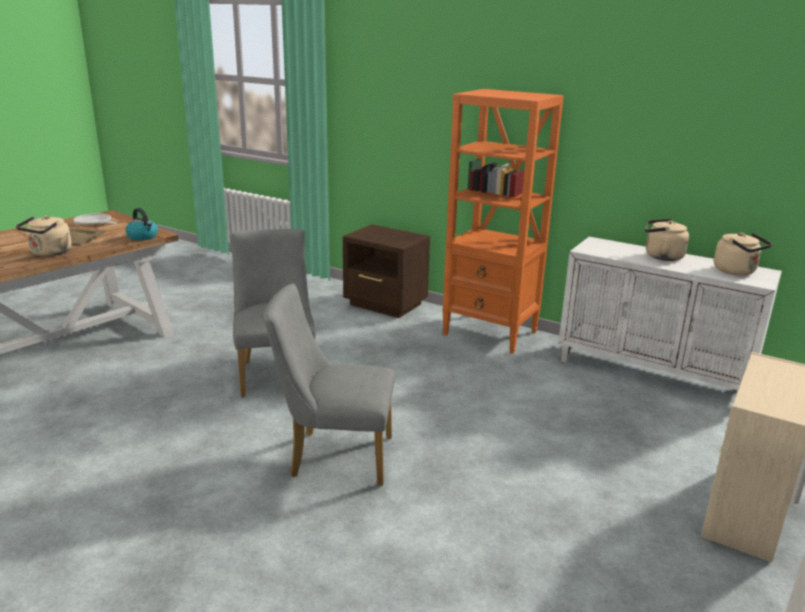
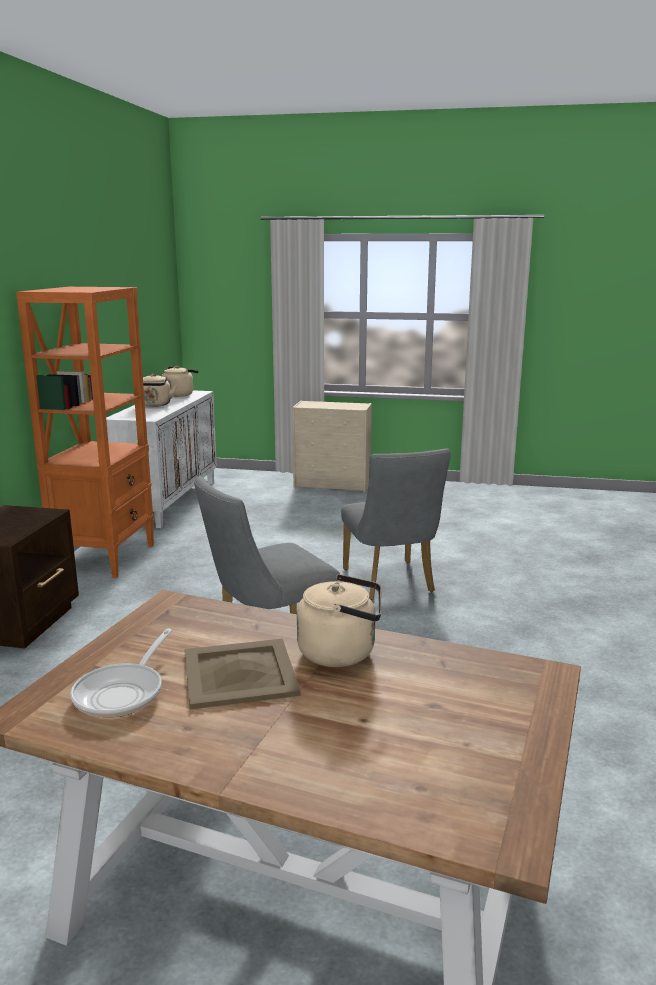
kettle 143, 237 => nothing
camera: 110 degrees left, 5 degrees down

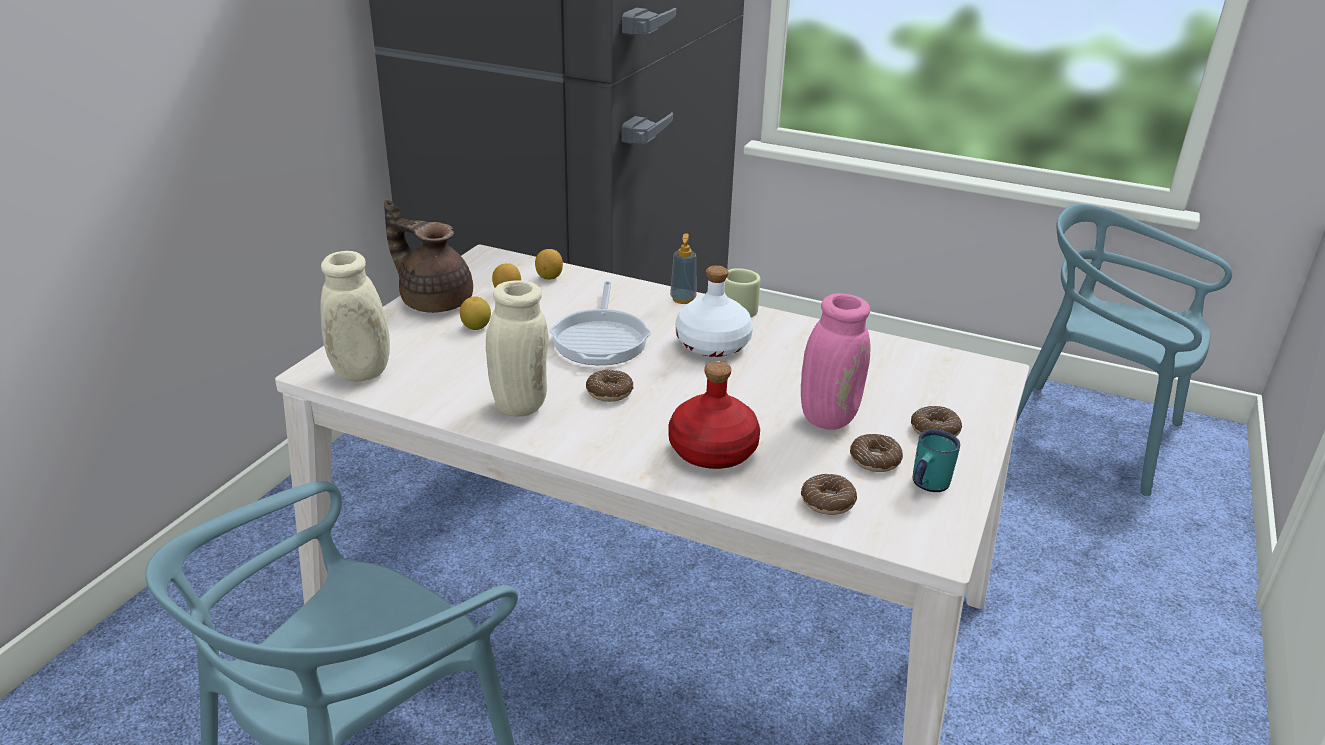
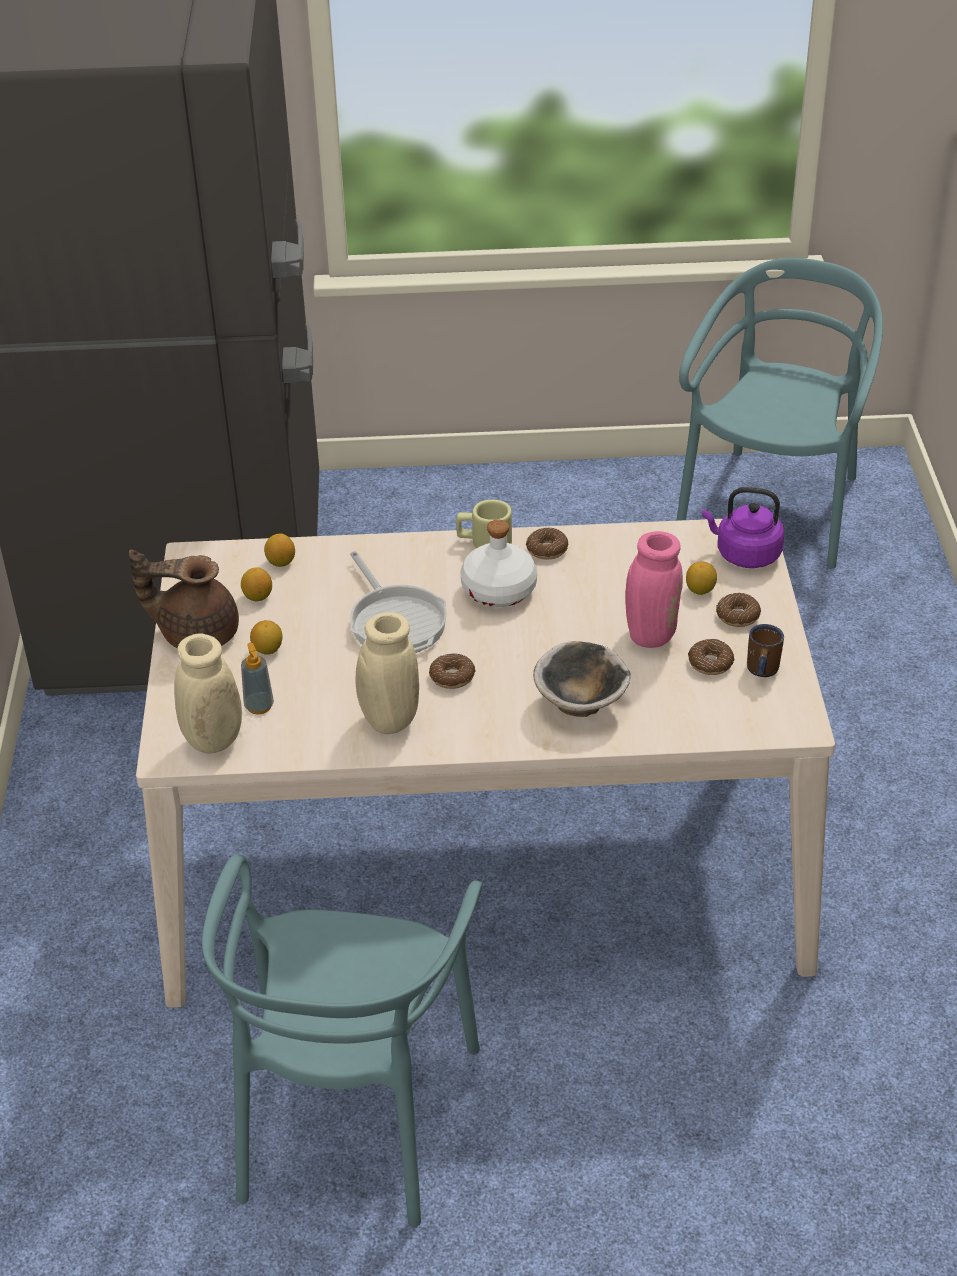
soap dispenser 683, 299 => soap dispenser 259, 706, shifted
donut 828, 502 => donut 547, 549, shifted
red bottle 711, 451 => bowl 581, 703
turquoise chair 1093, 435 => turquoise chair 773, 509, 105 degrees clockwise
nothing => lemon 700, 590
nothing => purple kettle 744, 554
turquoise mug 926, 485 => brown mug 761, 671
camera: 25 degrees left, 10 degrees up

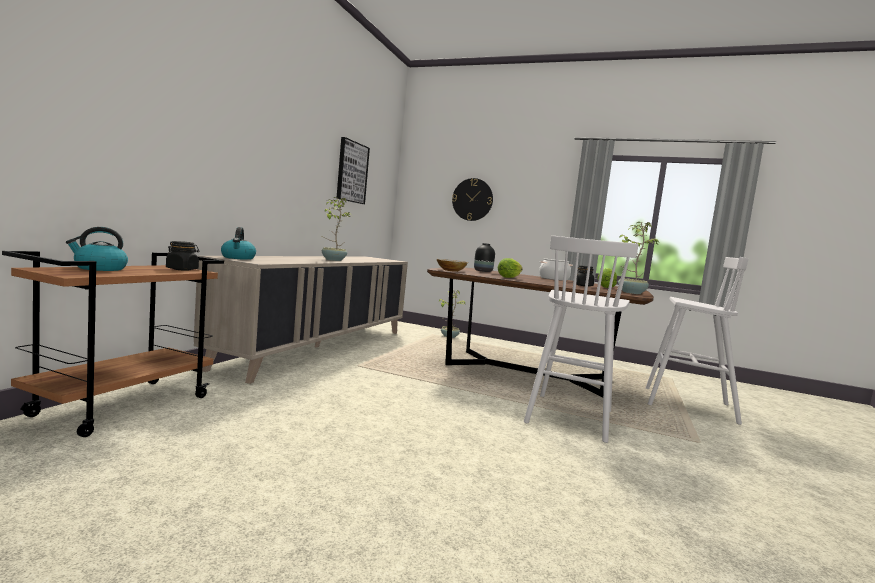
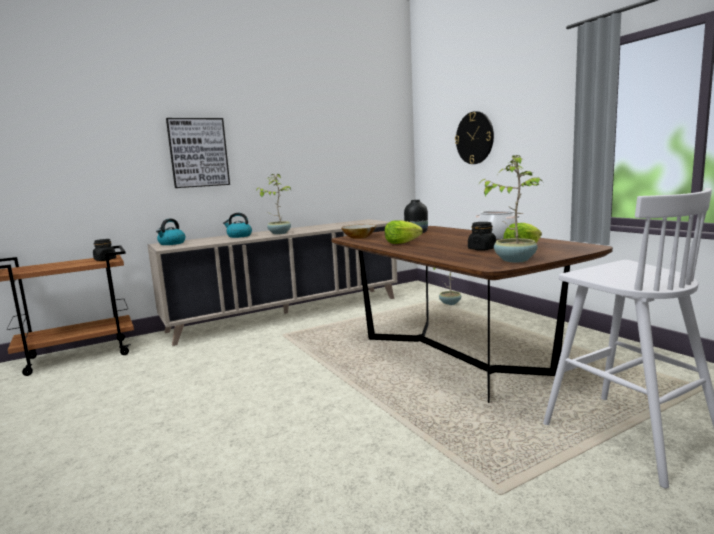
picture 352, 172 => picture 198, 152, shifted
kettle 99, 268 => kettle 239, 236, shifted
white stool 570, 416 => nothing
camera: 40 degrees right, 5 degrees up

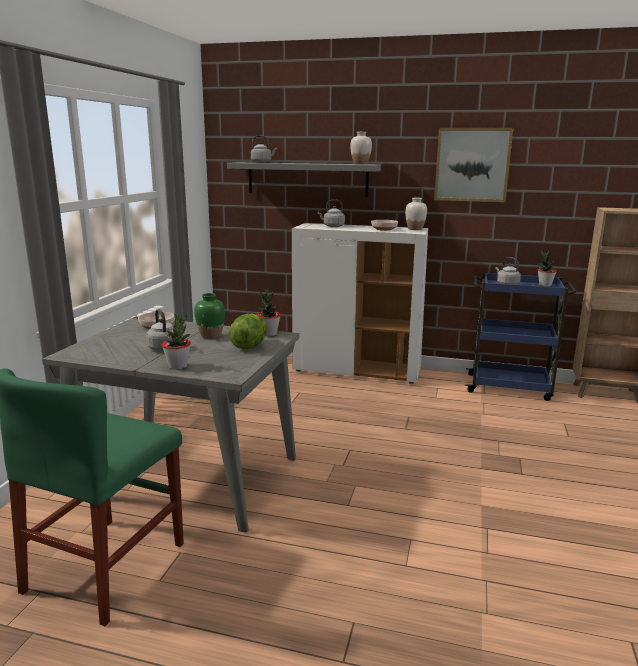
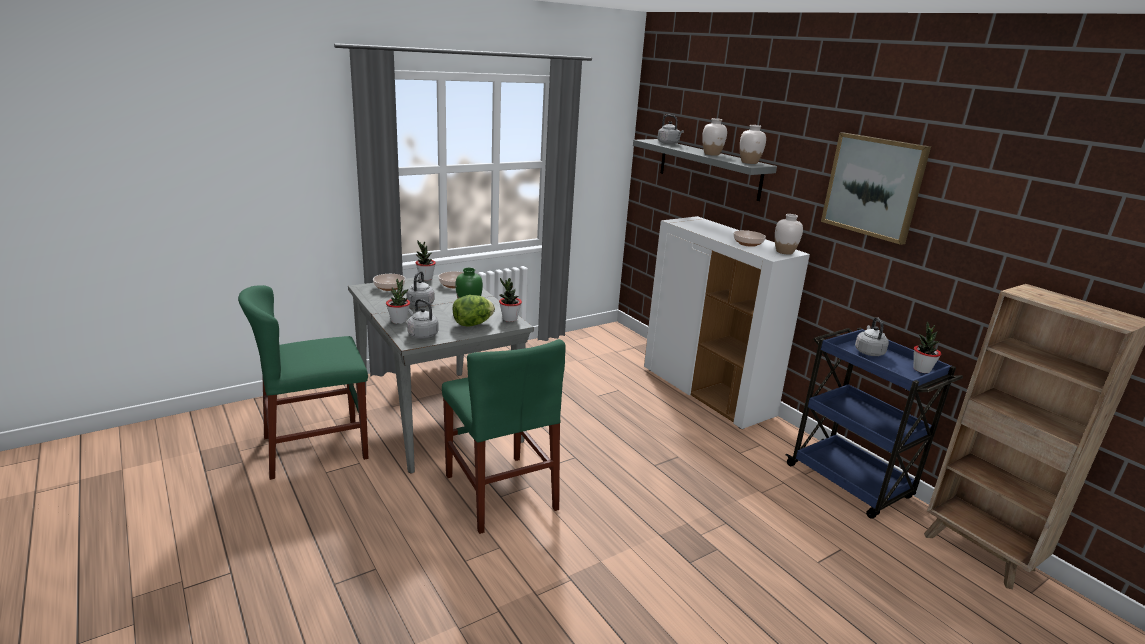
nothing => bowl 389, 288
grey kettle 332, 226 => grey kettle 421, 334, shifted
nothing => potted plant 425, 278
nothing => green chair 500, 492
nothing => white vase 711, 154
camera: 40 degrees right, 5 degrees up

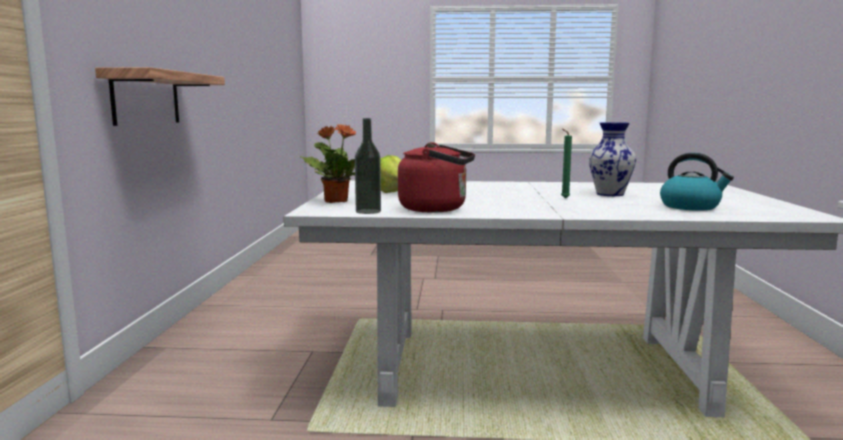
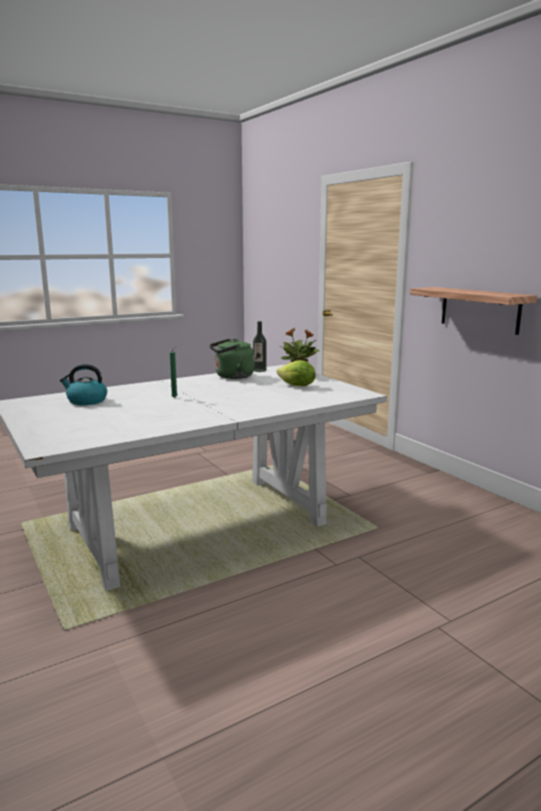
red kettle 437, 209 => green kettle 232, 376
vase 609, 194 => nothing
camera: 145 degrees right, 5 degrees up

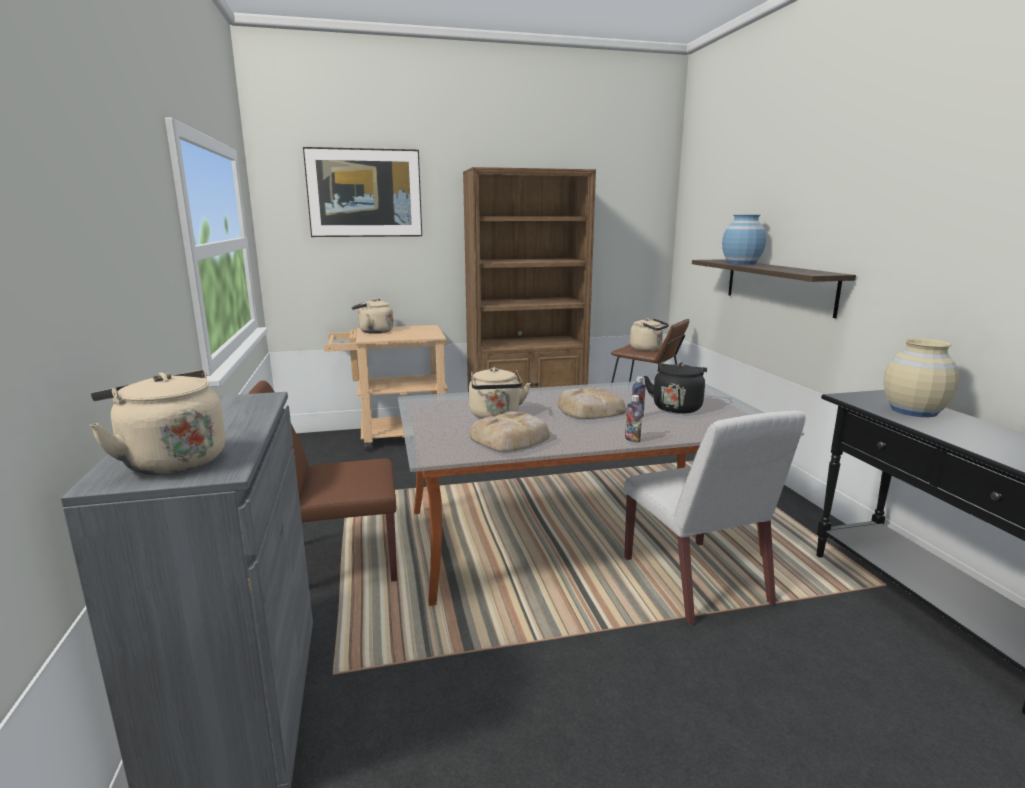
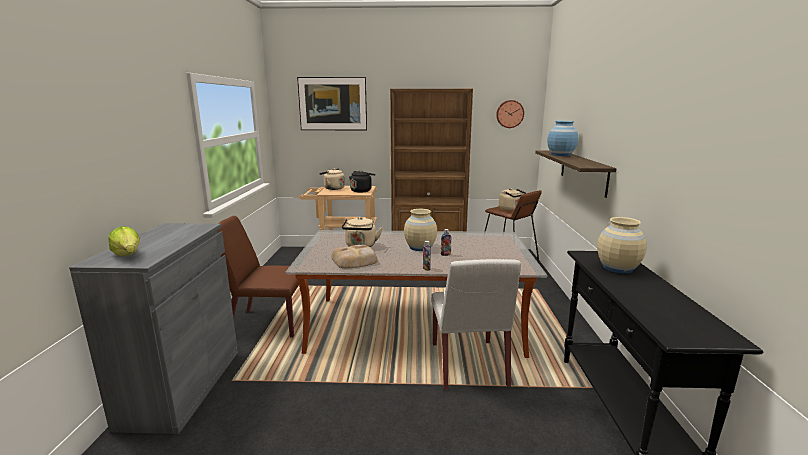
beige kettle 171, 461 => lettuce 128, 255
black kettle 676, 407 => black kettle 361, 190, shifted
bread 589, 410 => beige vase 420, 247
nothing => wall clock 509, 114
camera: 15 degrees right, 0 degrees up

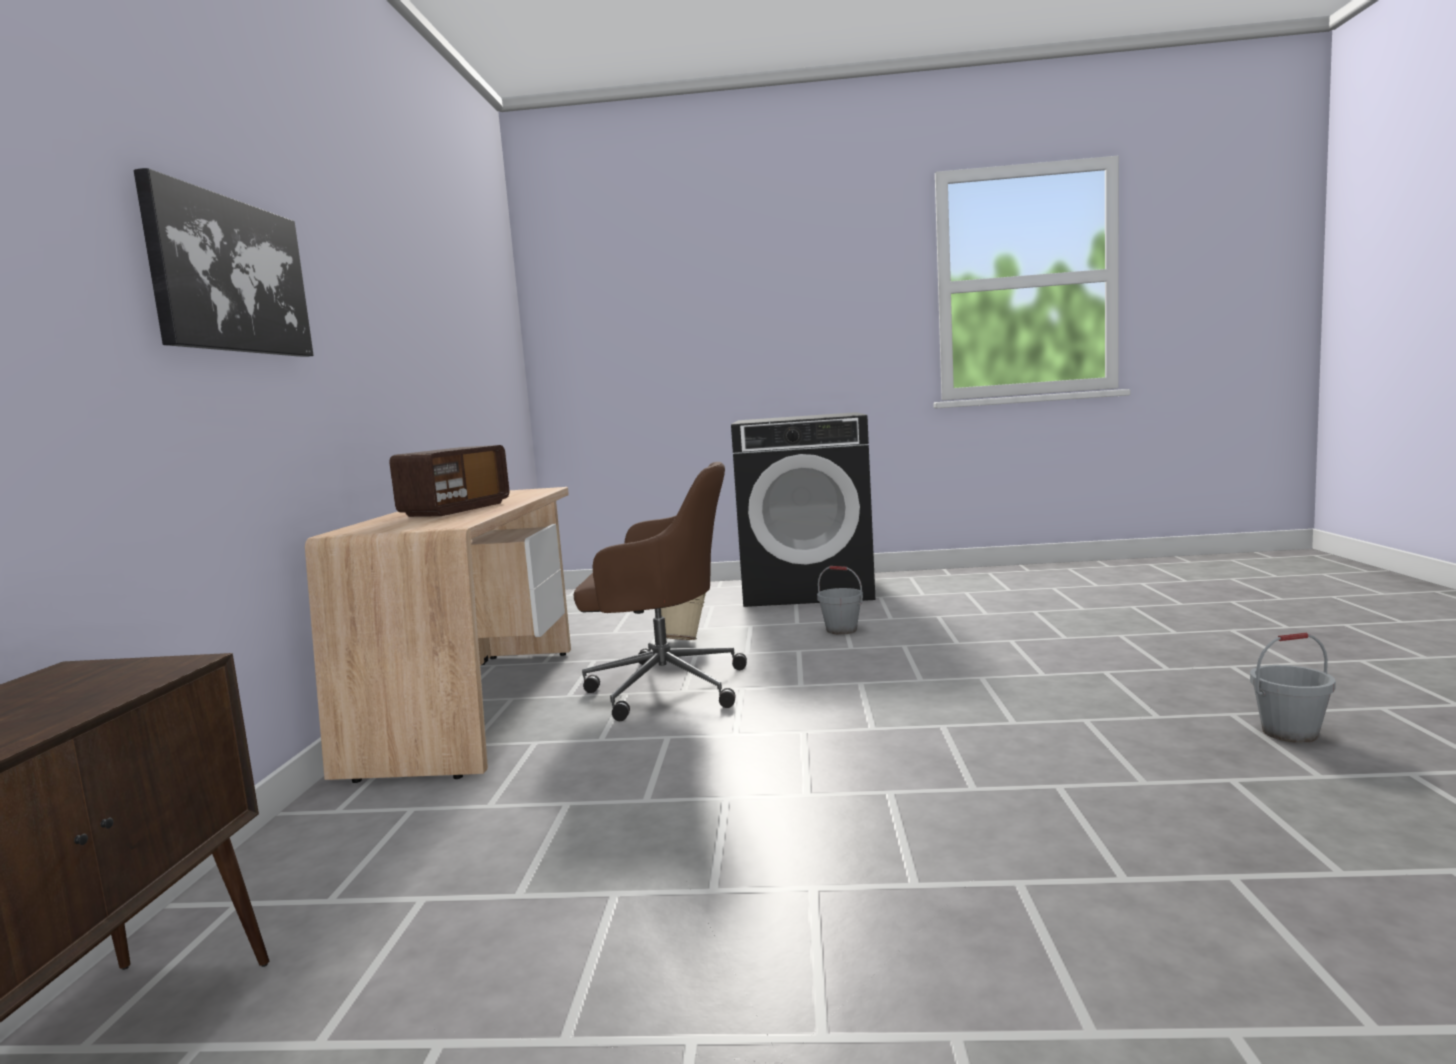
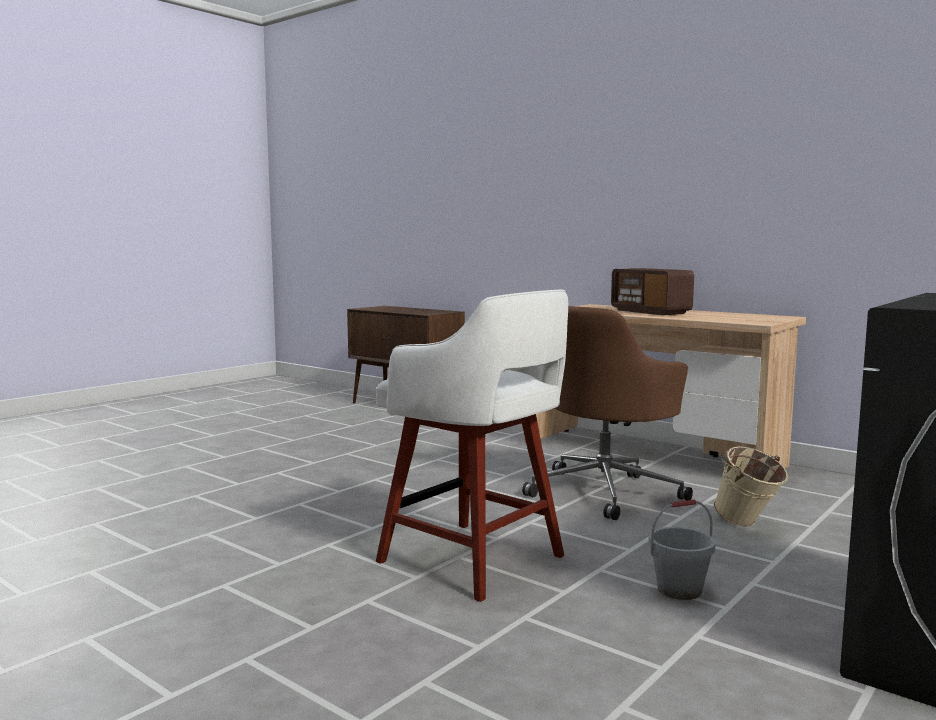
nothing => white stool 475, 561
picture 229, 276 => nothing
grey bucket 1289, 733 => nothing
camera: 125 degrees right, 0 degrees up

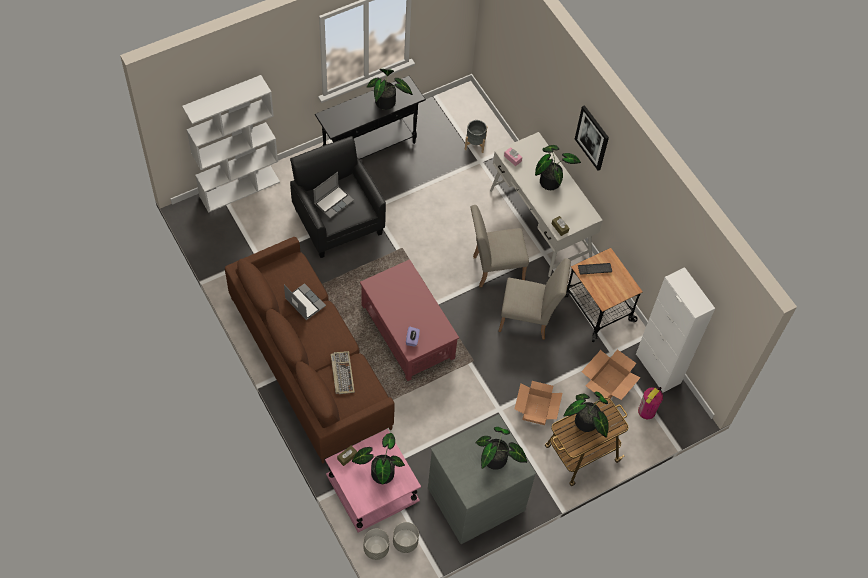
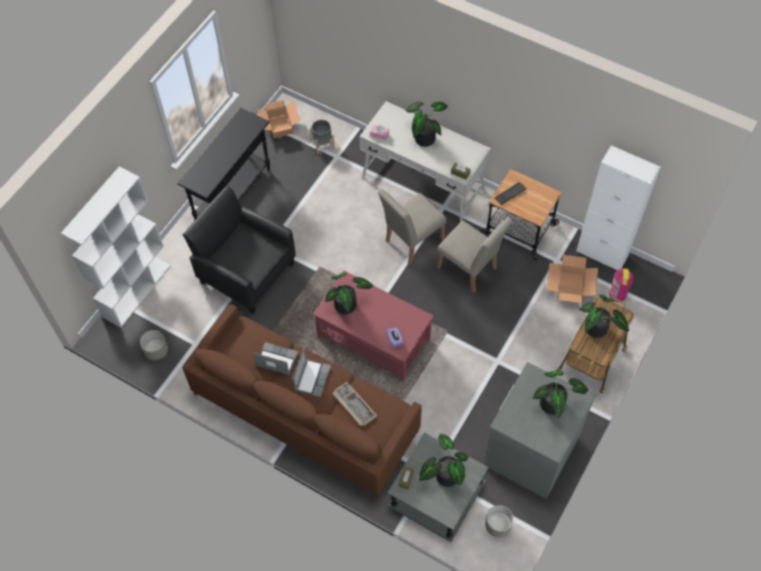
grey planter 376, 548 => grey planter 156, 351, shifted
cardboard box 537, 409 => cardboard box 280, 125, shifted
laptop 333, 201 => laptop 312, 378, shifted
potted plant 387, 103 => potted plant 348, 305, shifted
pink side table 372, 487 => grey side table 436, 494
beige chair 528, 320 => beige chair 470, 271, 60 degrees clockwise
picture 592, 137 => nothing
camera: 25 degrees left, 0 degrees up

